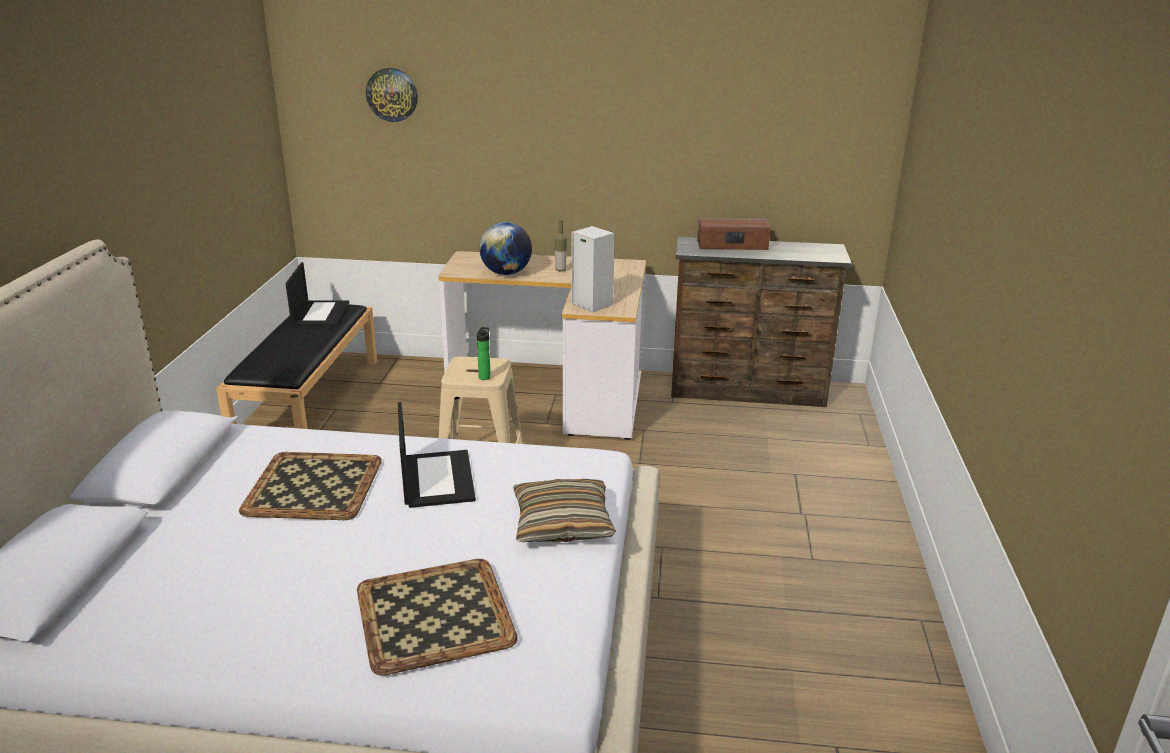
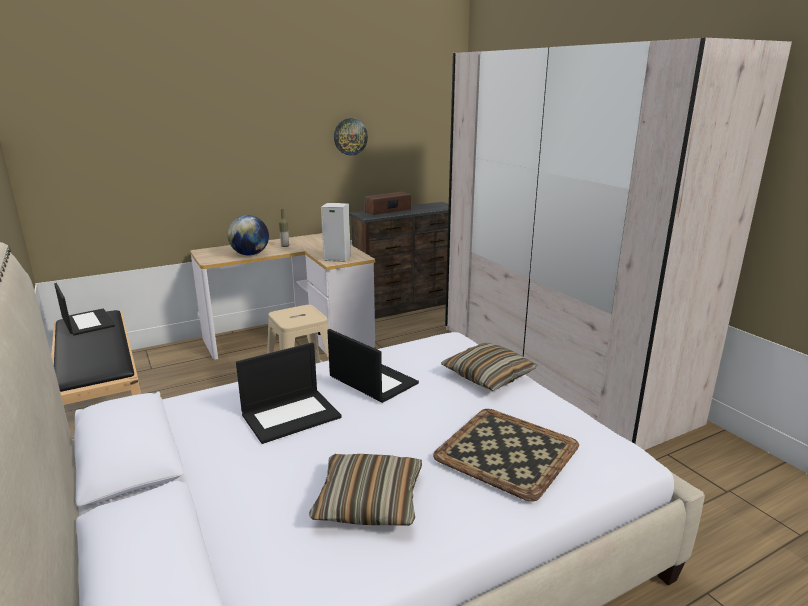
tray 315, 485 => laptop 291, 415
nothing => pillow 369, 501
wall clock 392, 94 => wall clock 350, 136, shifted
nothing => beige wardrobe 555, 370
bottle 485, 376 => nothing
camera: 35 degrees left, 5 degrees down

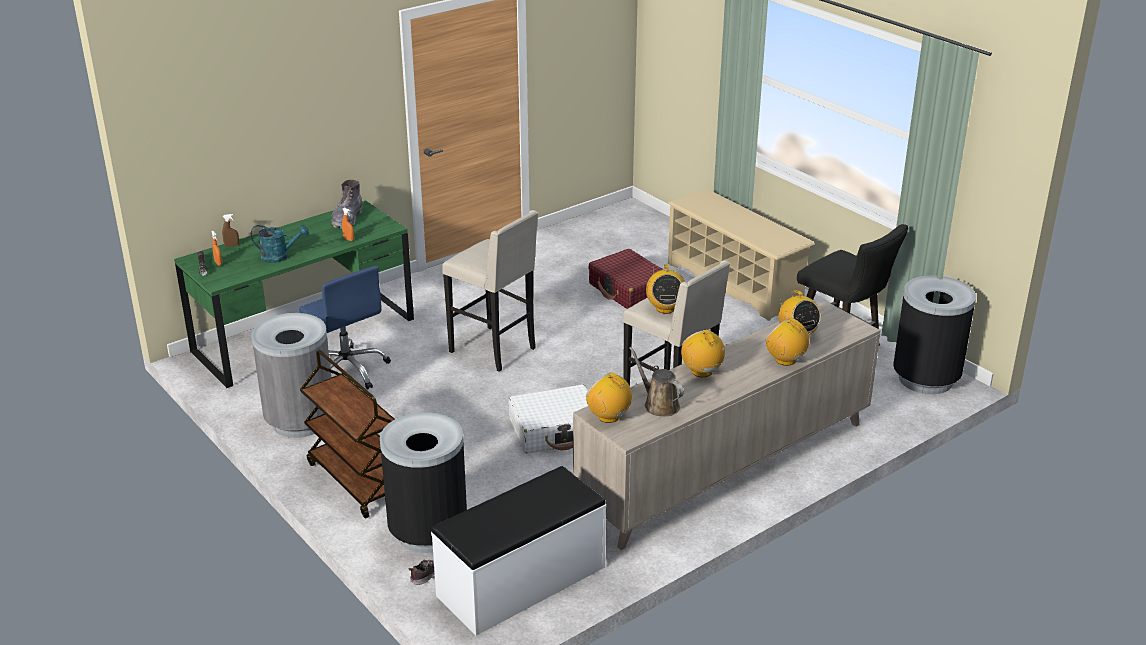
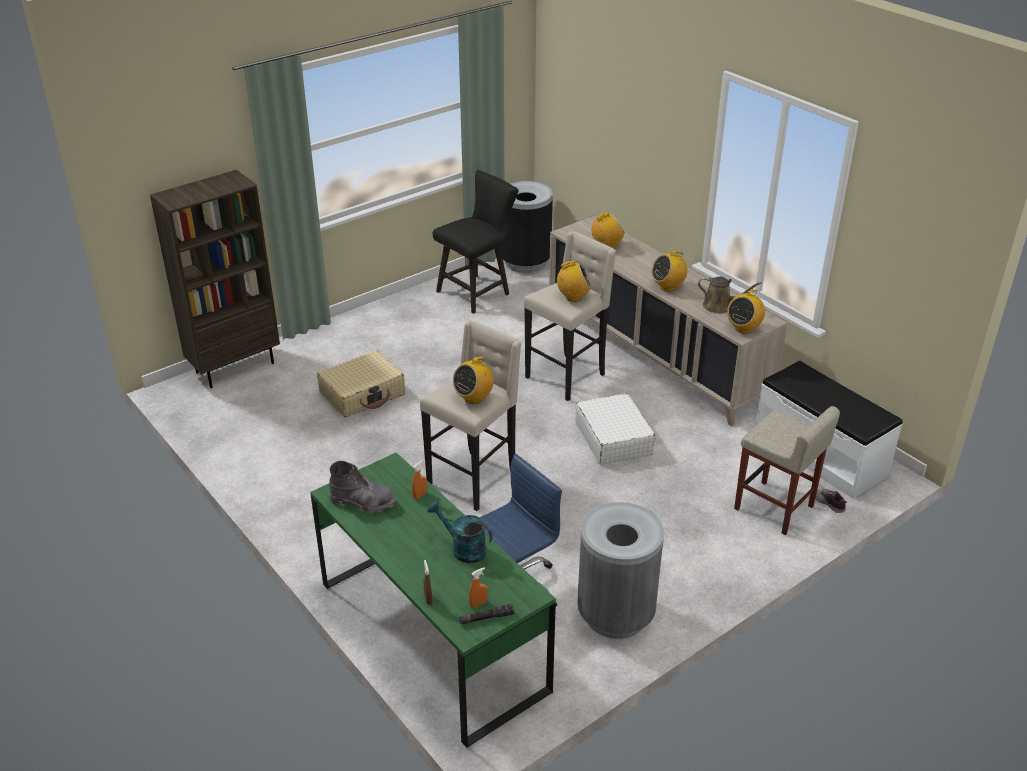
nothing => brown bookcase 235, 367
red suitcase 629, 290 => beige suitcase 362, 393
turquoise watering can 279, 257 => turquoise watering can 463, 549, 60 degrees counterclockwise
radio 786, 360 => radio 474, 398, shifted
brown watering can 659, 404 => brown watering can 720, 306, 120 degrees counterclockwise
black trash can 427, 532 => beige stool 775, 508
brown cart 355, 481 => nothing
beige shoe rack 735, 283 => nothing
camera: 90 degrees left, 5 degrees up

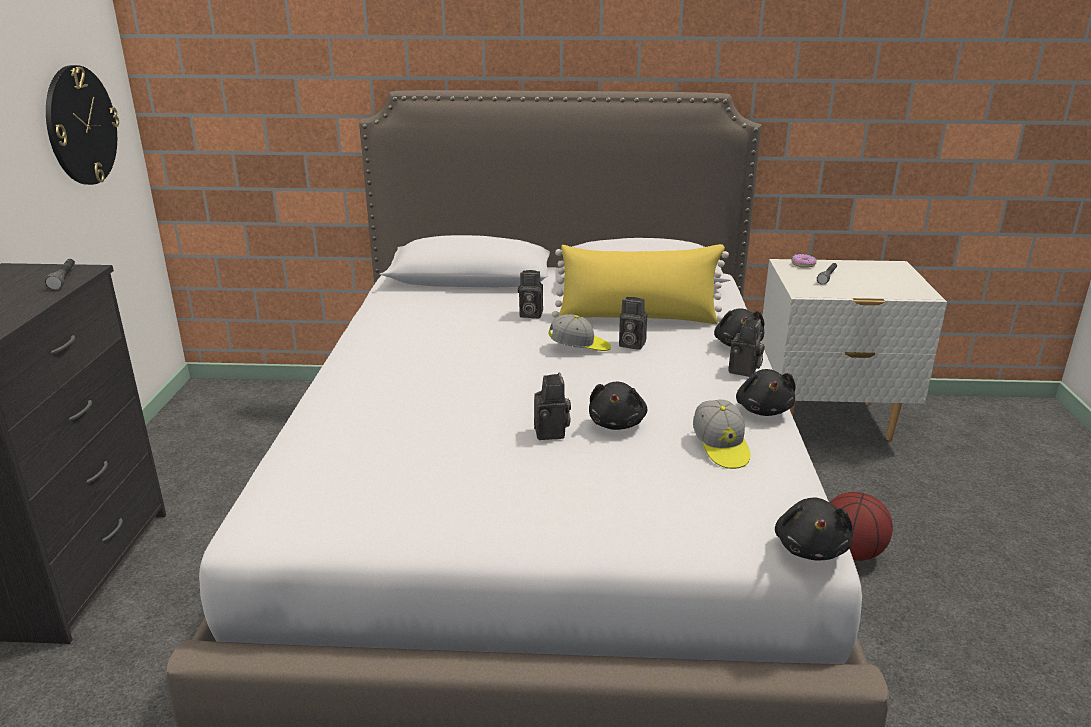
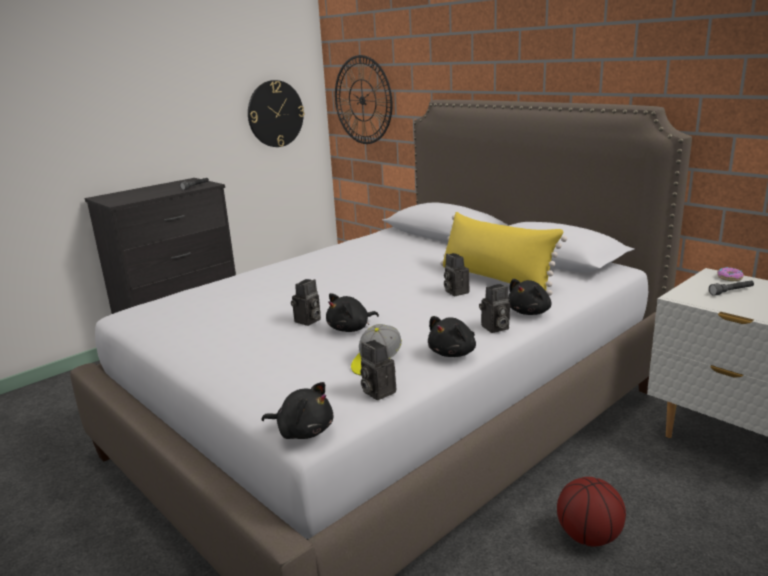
black plush toy 810, 548 => black plush toy 303, 431, 120 degrees counterclockwise
nothing => wall clock 362, 100
photo camera 529, 314 => photo camera 376, 392, shifted
cap 579, 347 => nothing
camera: 45 degrees right, 5 degrees down

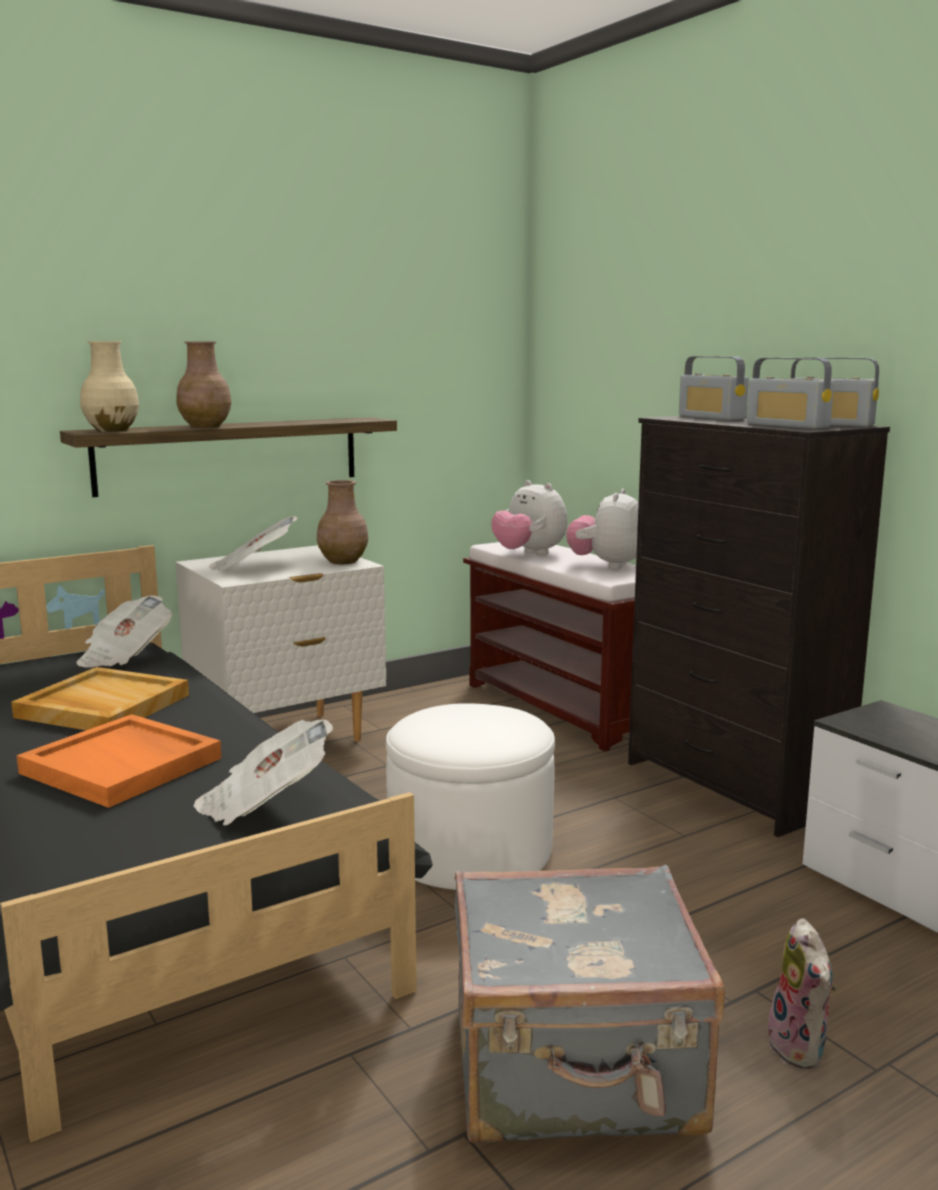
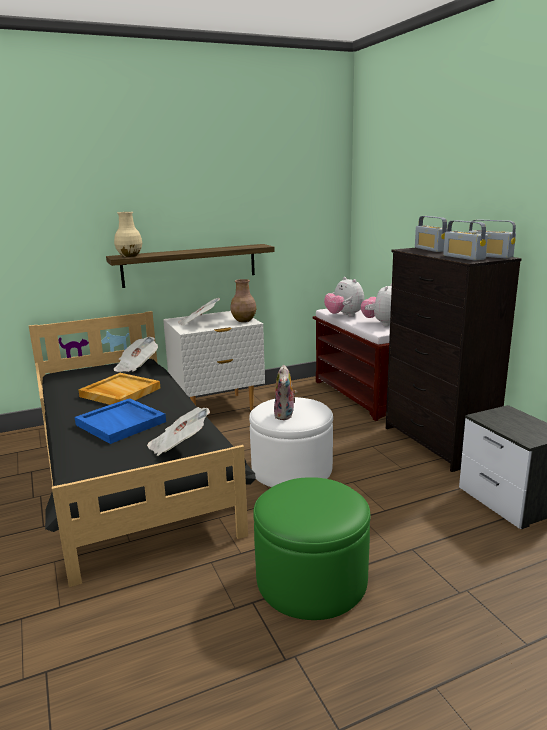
orange tray 124, 765 => blue tray 122, 423
grey suitcase 576, 1072 => green ottoman 311, 580
plush toy 801, 1048 => plush toy 285, 415, shifted
brown vase 206, 426 => nothing
camera: 10 degrees right, 5 degrees up

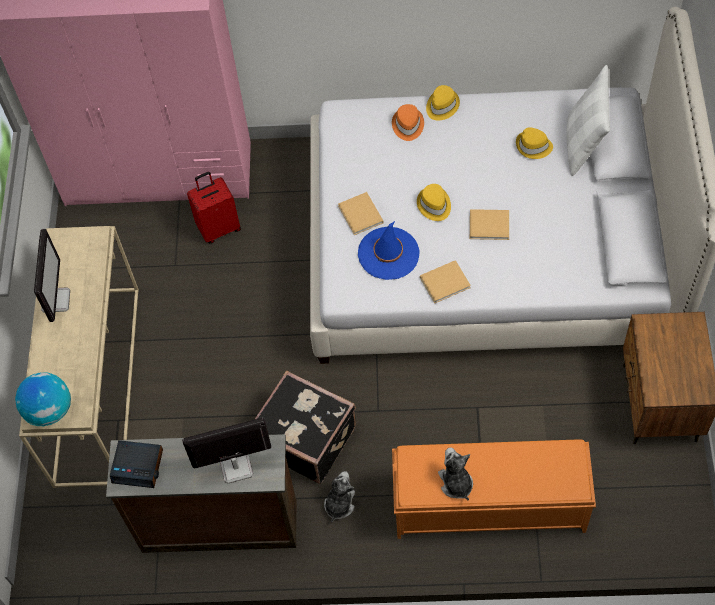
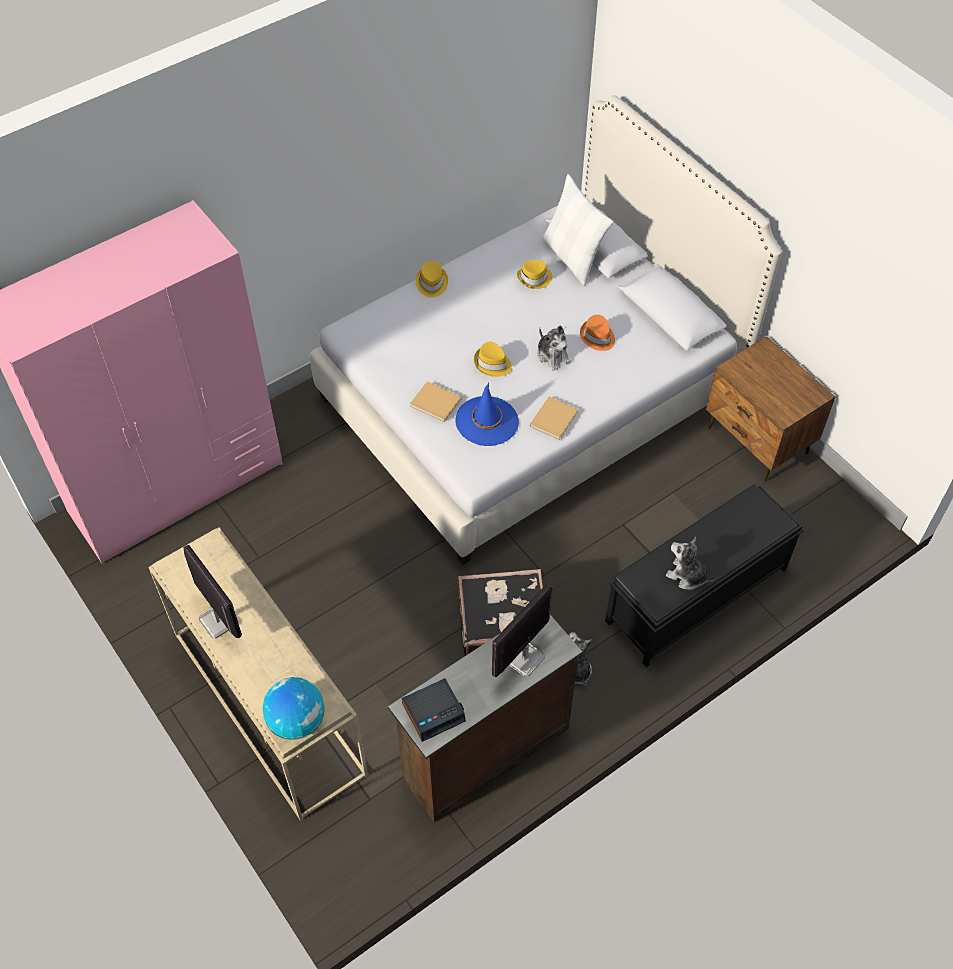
beige book 490, 225 => plush toy 552, 356
orange hat 407, 125 => orange hat 597, 337, shifted
orange bench 487, 506 => black bench 695, 596
red suitcase 219, 228 => nothing
camera: 40 degrees left, 5 degrees down

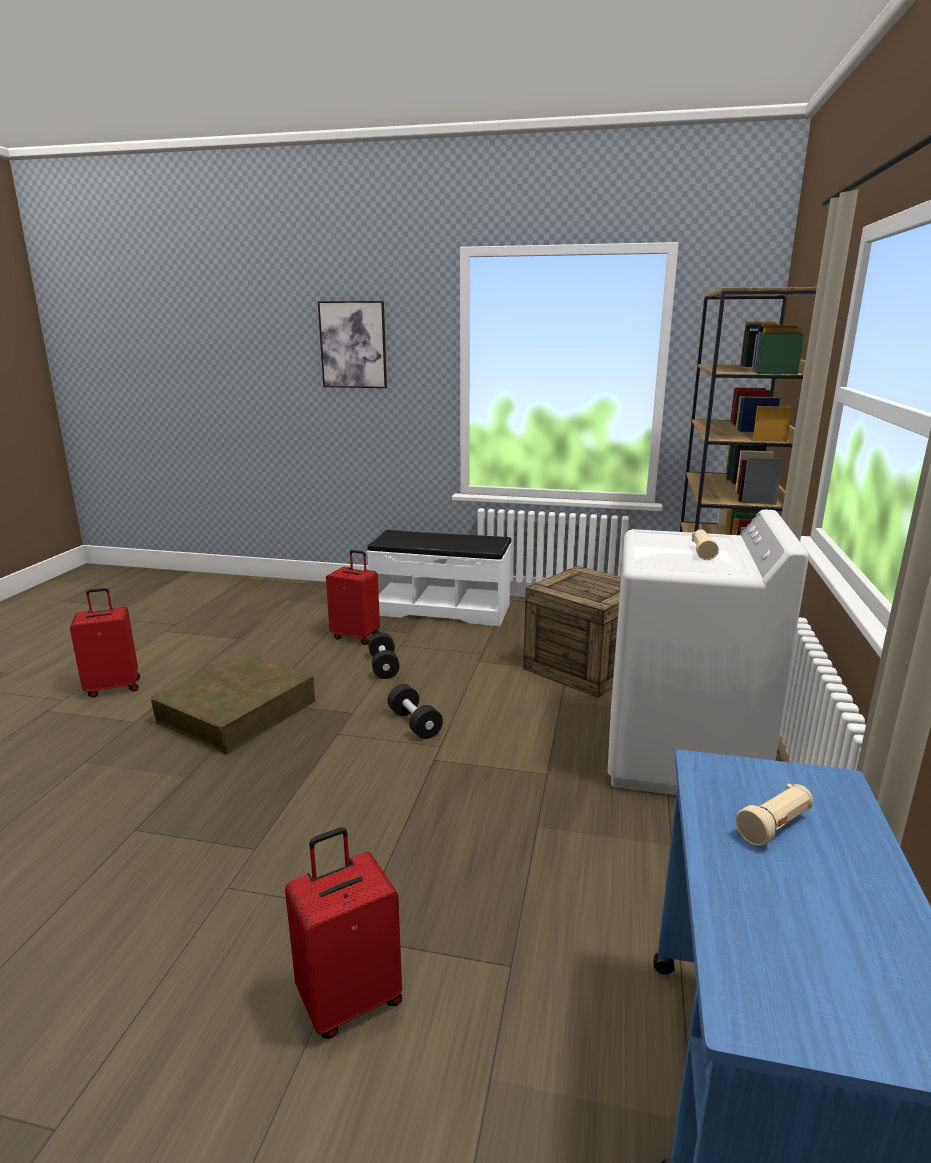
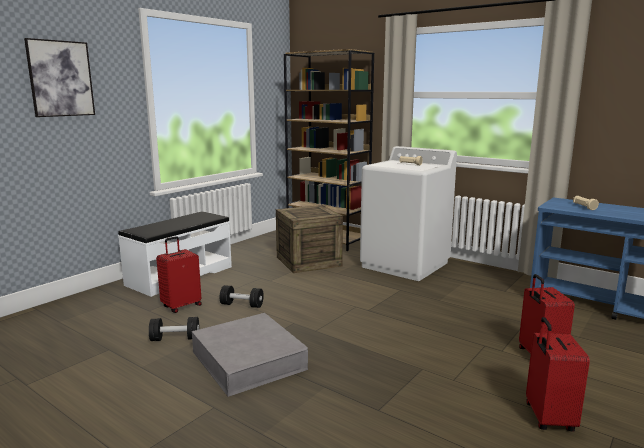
black dumbbell 414, 724 => black dumbbell 175, 338, shifted
brown storage box 238, 712 => grey storage box 248, 360
red suitcase 114, 687 => red suitcase 548, 418, shifted
camera: 65 degrees left, 5 degrees down

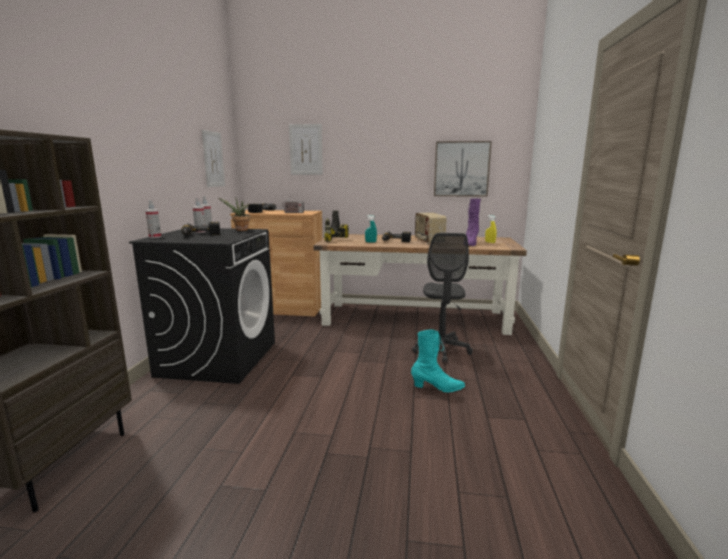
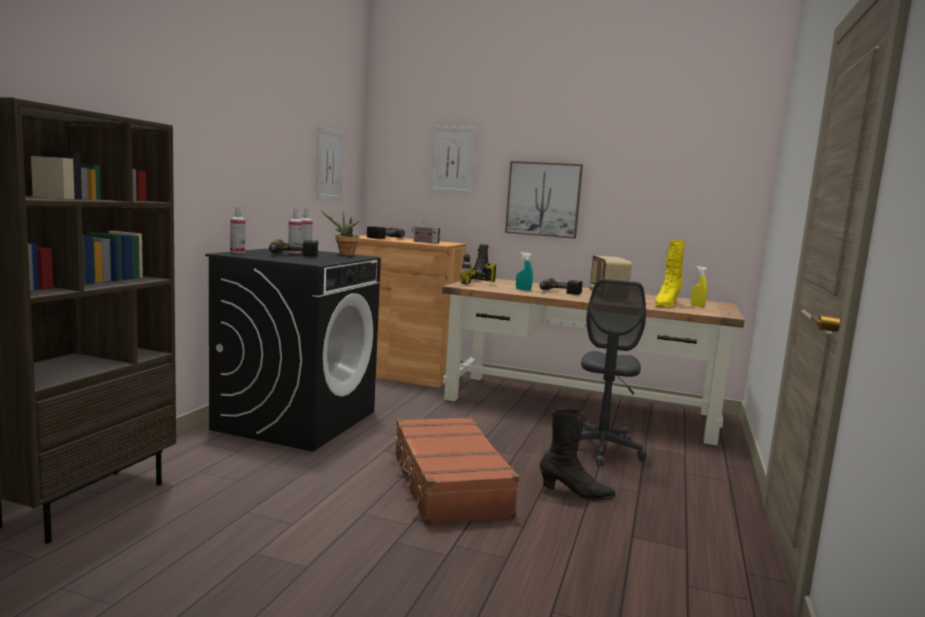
nothing => brown suitcase 448, 484
picture 461, 169 => picture 543, 199, shifted
turquoise boot 437, 388 => black boot 576, 493
purple boot 470, 244 => yellow boot 666, 305
camera: 10 degrees right, 5 degrees down

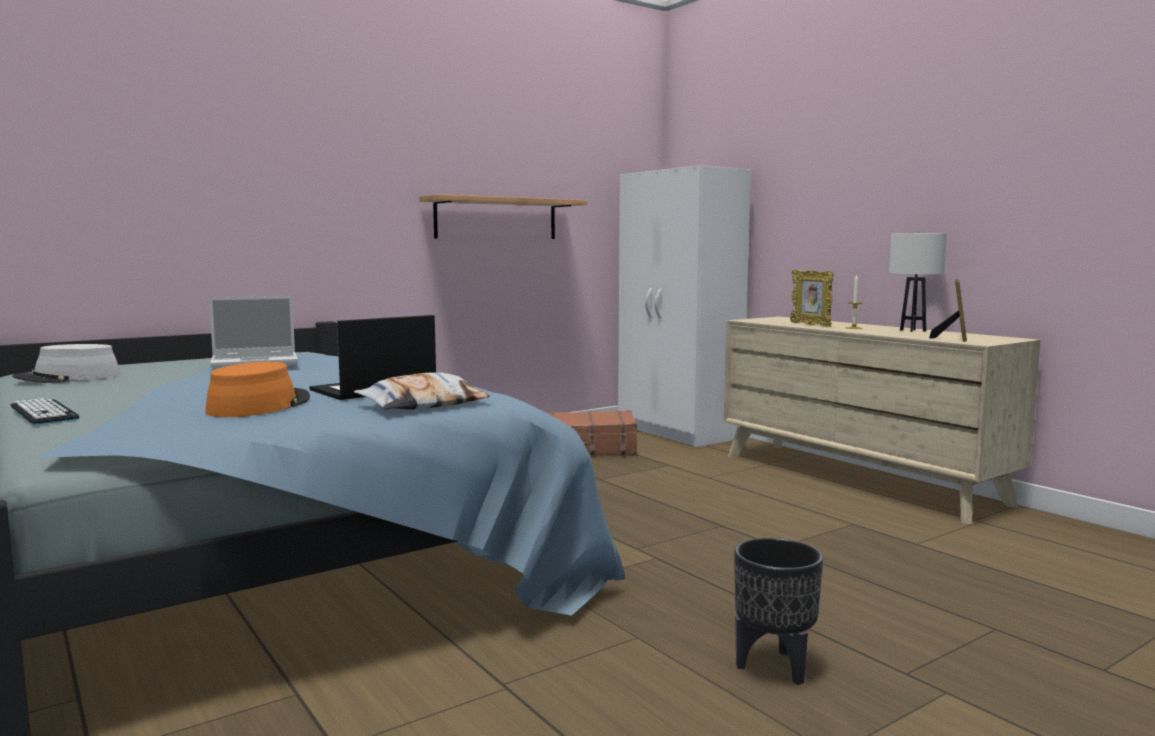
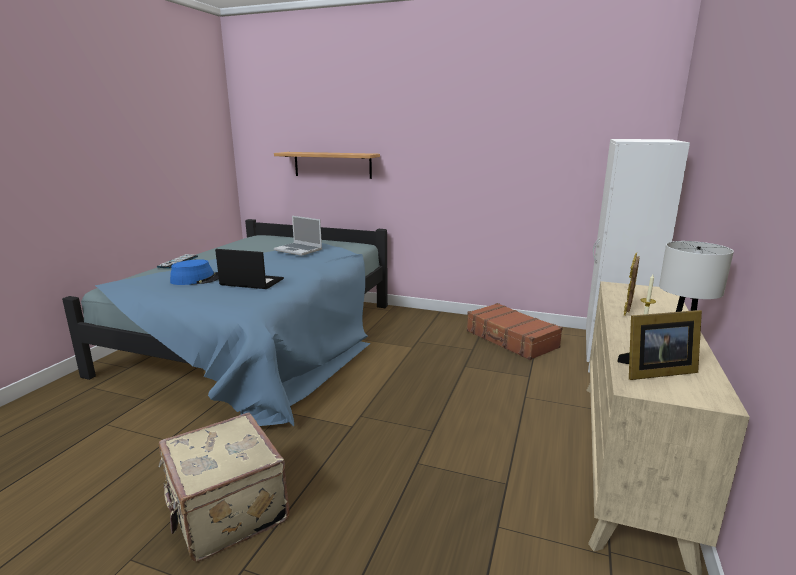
black planter 774, 667 => beige suitcase 225, 511
orange hat 259, 405 => blue hat 197, 279
shelf 496, 219 => shelf 332, 165, shifted
grey hat 68, 378 => nothing
pillow 423, 404 => nothing
camera: 55 degrees right, 10 degrees up

